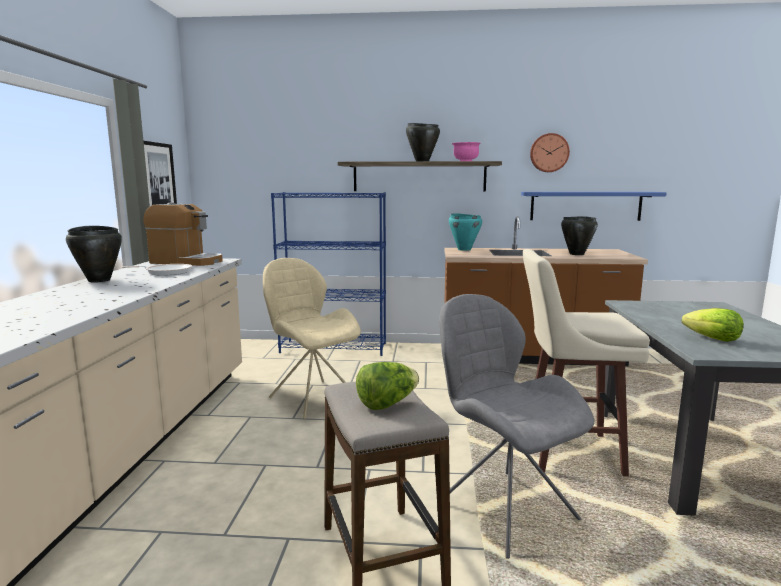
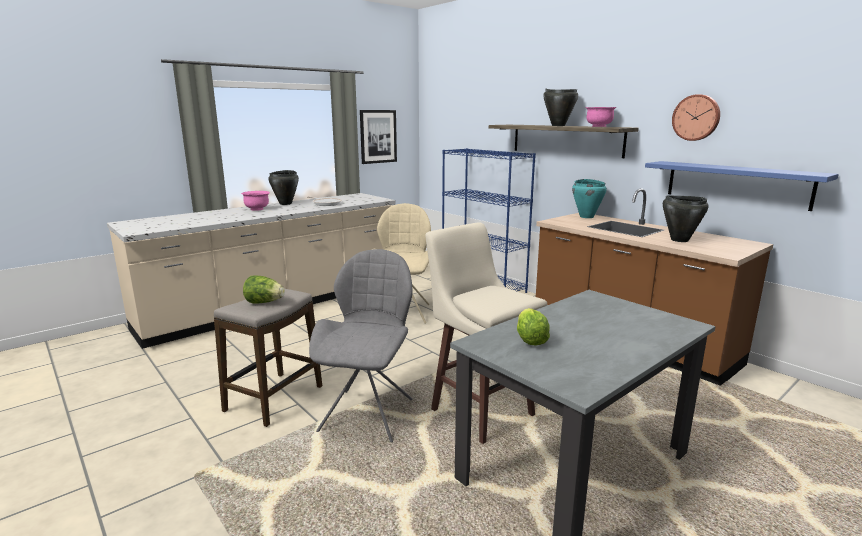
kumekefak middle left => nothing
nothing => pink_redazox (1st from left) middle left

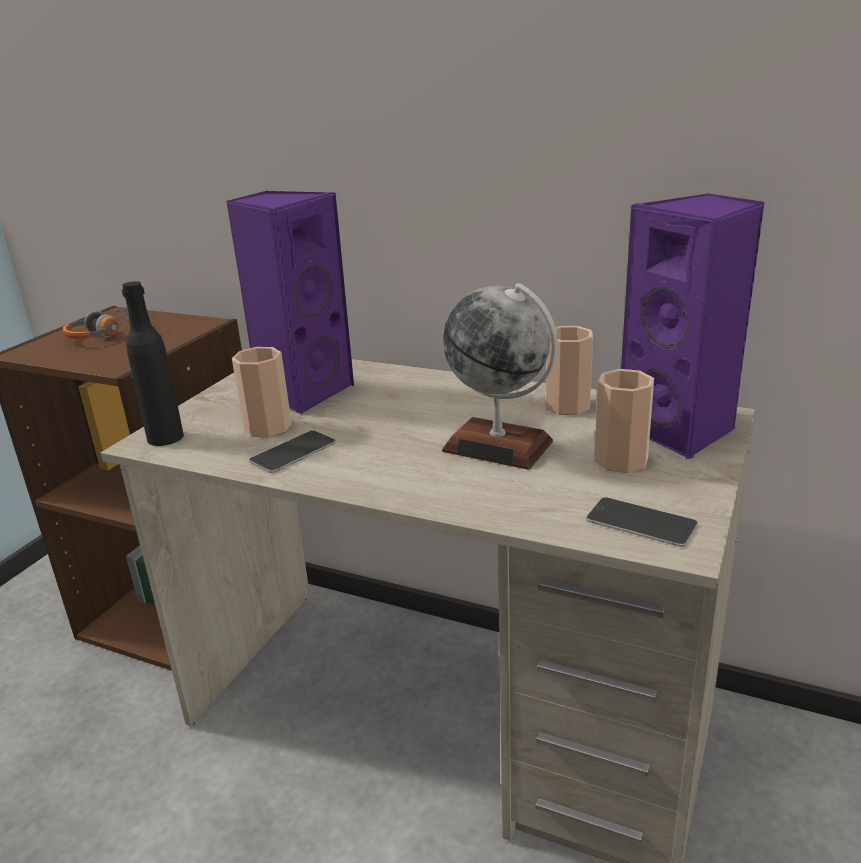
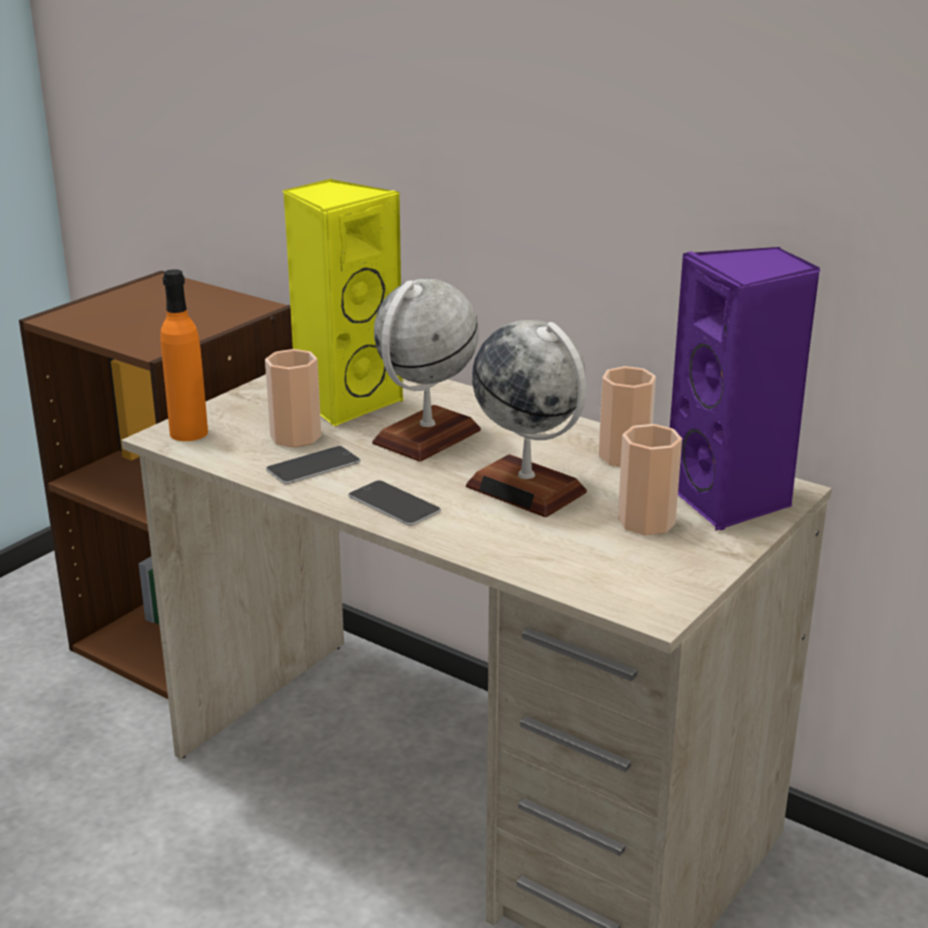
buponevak middle left => nothing
nothing => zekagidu (1st from left) centre
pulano (2nd from left) middle right => pulano (2nd from left) centre, move
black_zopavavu middle left => orange_zopavavu middle left
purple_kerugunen (1st from left) centre => yellow_kerugunen top centre

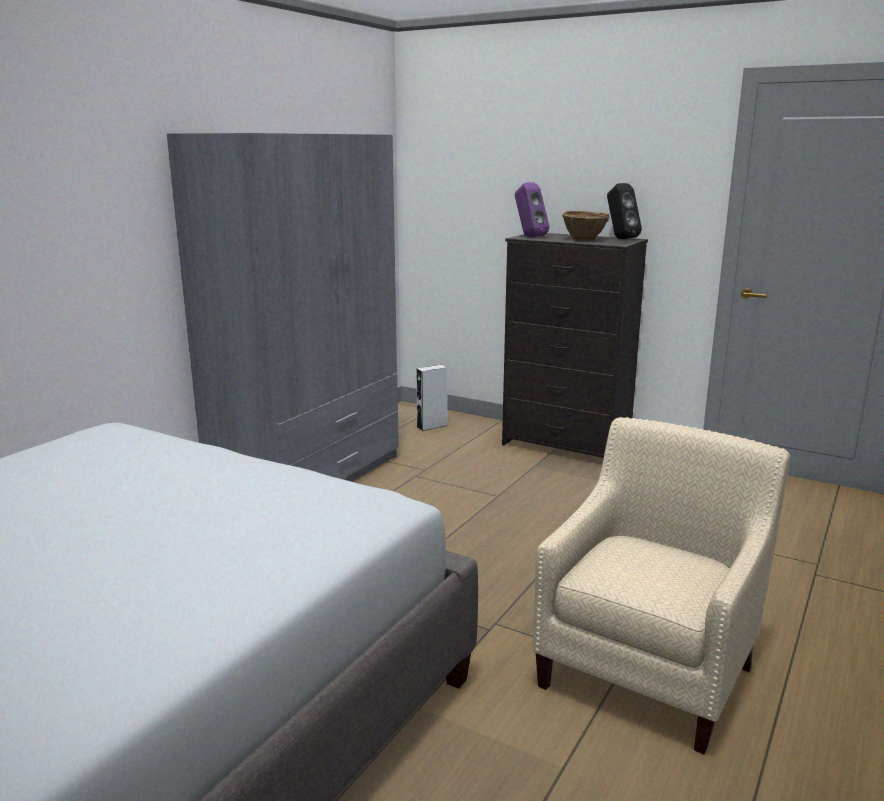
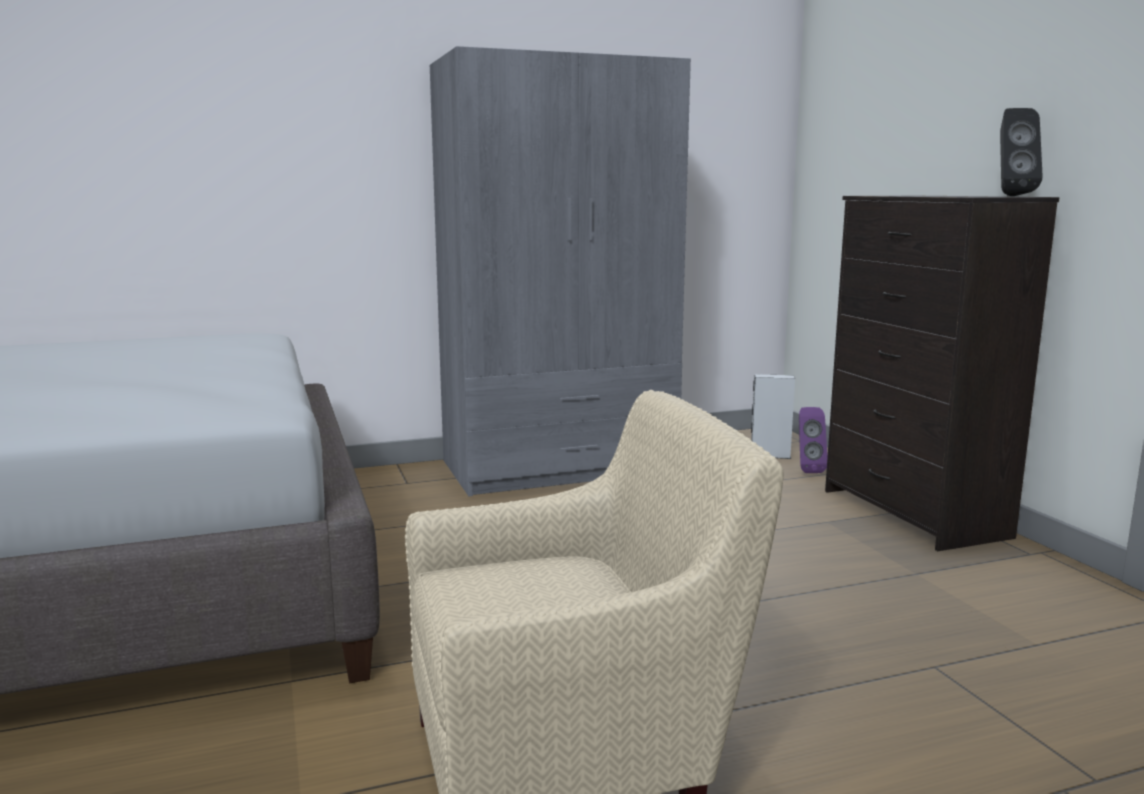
brown_redazox top centre => nothing
purple_kerugunen top centre => purple_kerugunen middle right, move

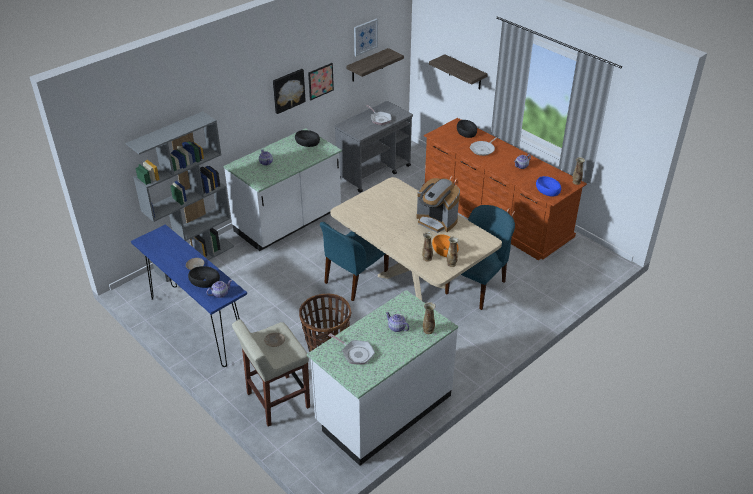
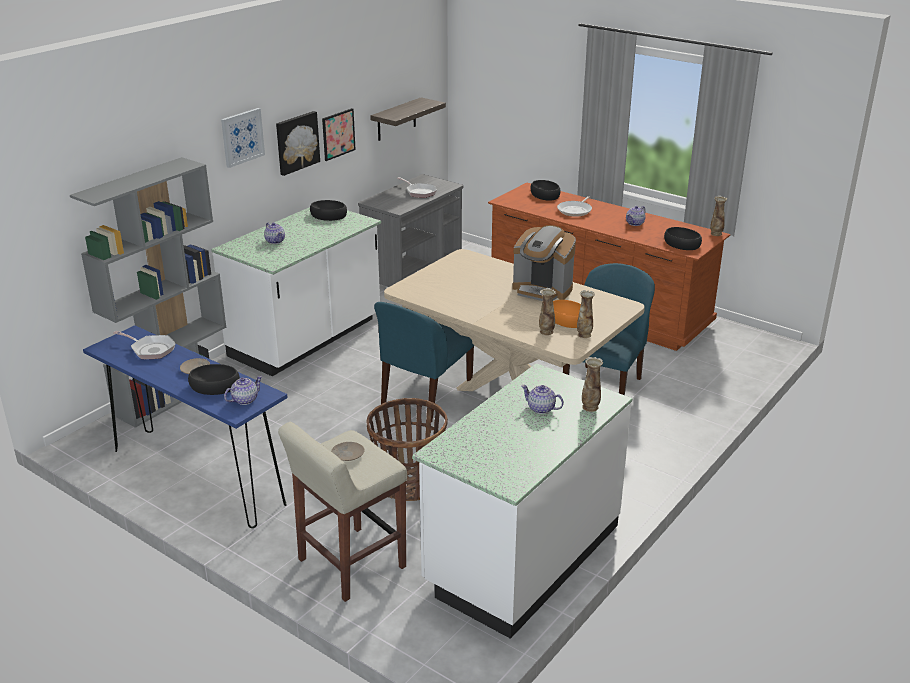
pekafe (2nd from left) top centre => nothing
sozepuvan (1st from left) bottom centre => sozepuvan (1st from left) middle left, move
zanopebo (3rd from left in the first image) top centre => zanopebo (1st from left) top left, move
blue_redazox middle right => black_redazox (4th from left) middle right

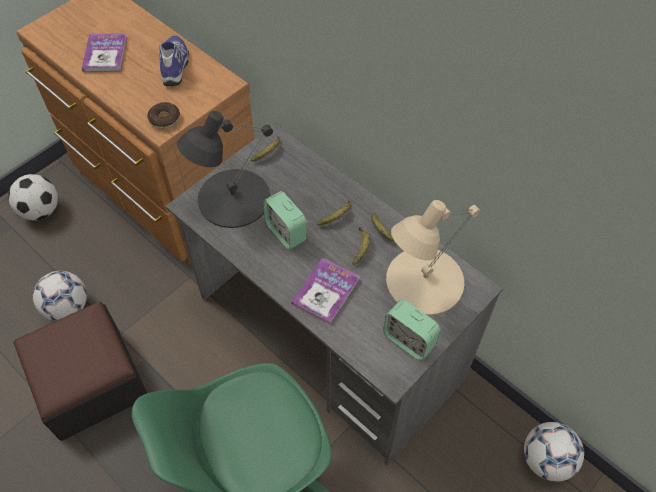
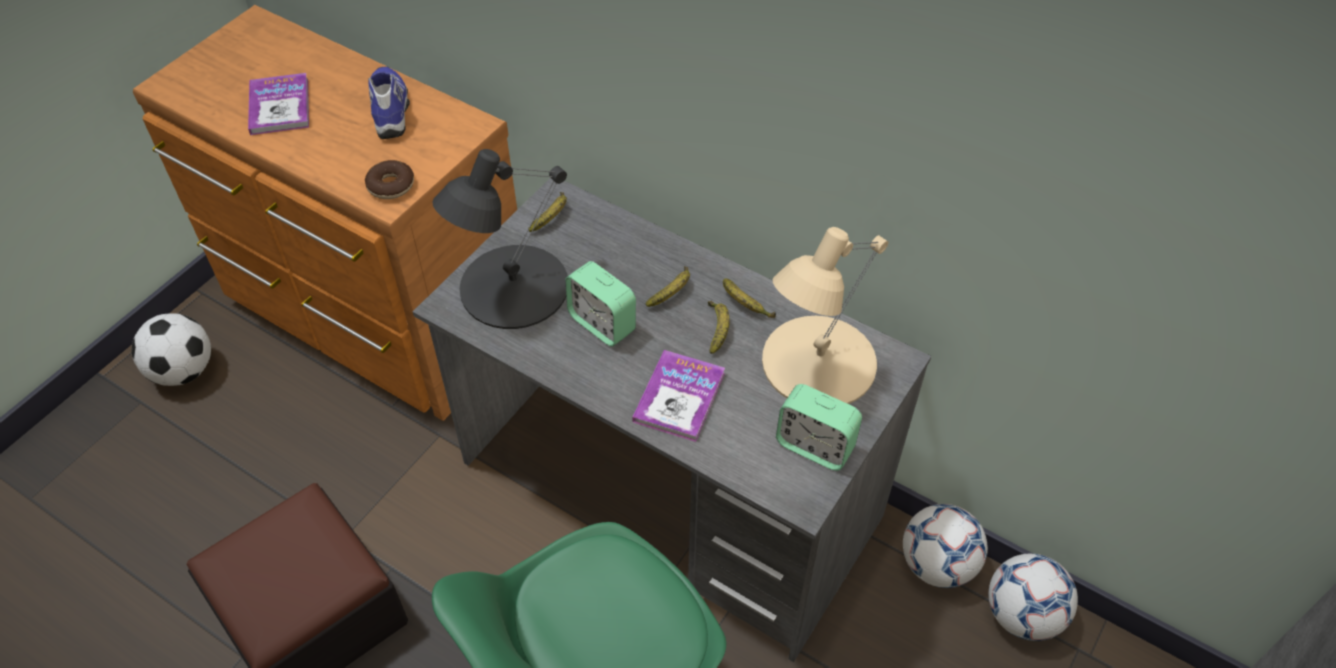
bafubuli (2nd from left) middle left => bafubuli (2nd from left) bottom right, move

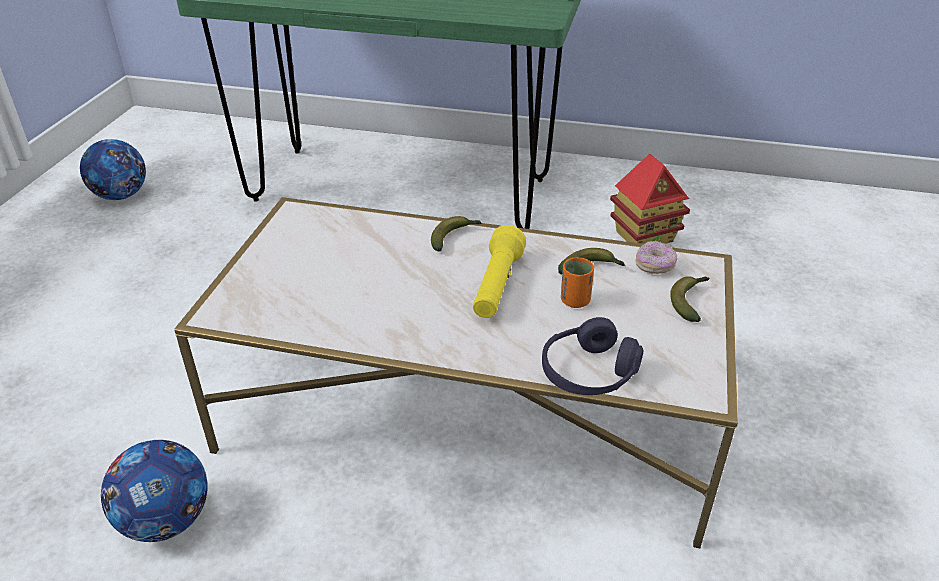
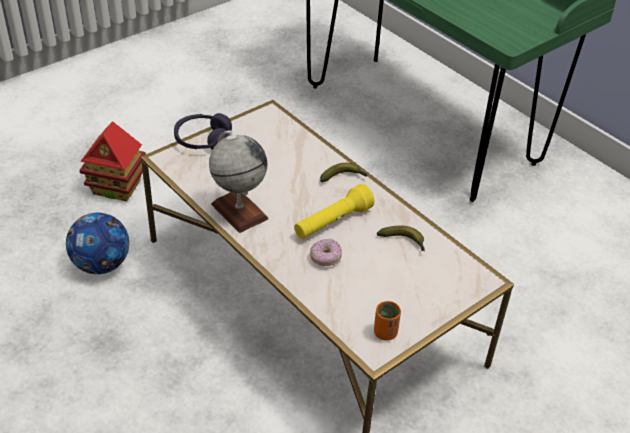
bafubuli (1st from left) top left => nothing
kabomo (3rd from left) middle right => nothing
nothing => zekagidu centre
purple_buponevak centre => purple_buponevak top left, move
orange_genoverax centre => orange_genoverax bottom centre, move
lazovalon middle right => lazovalon middle left, move
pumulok middle right => pumulok centre, move

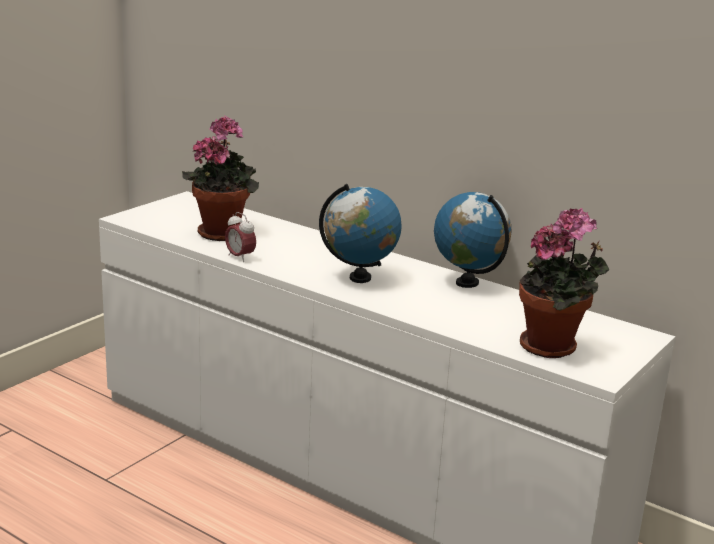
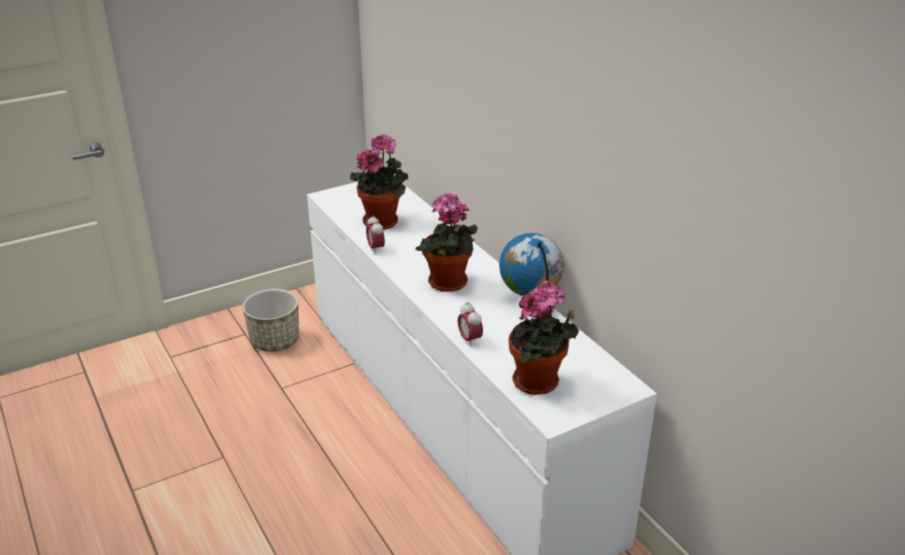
nothing => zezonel middle left
nothing => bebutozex (2nd from left) centre
zekagidu (1st from left) centre => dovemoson (2nd from left) centre

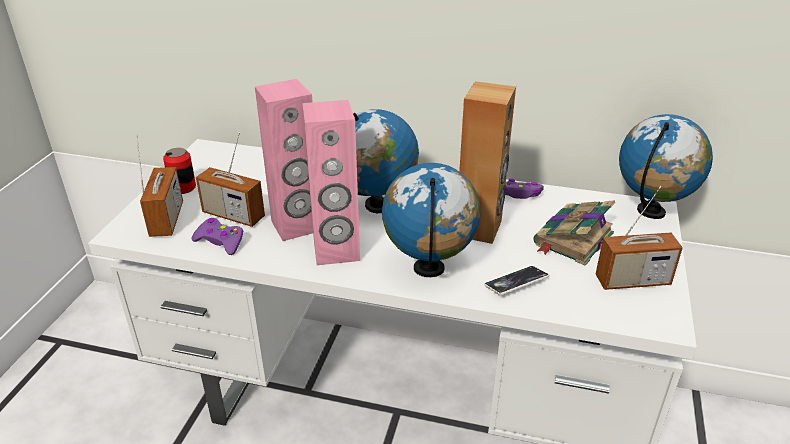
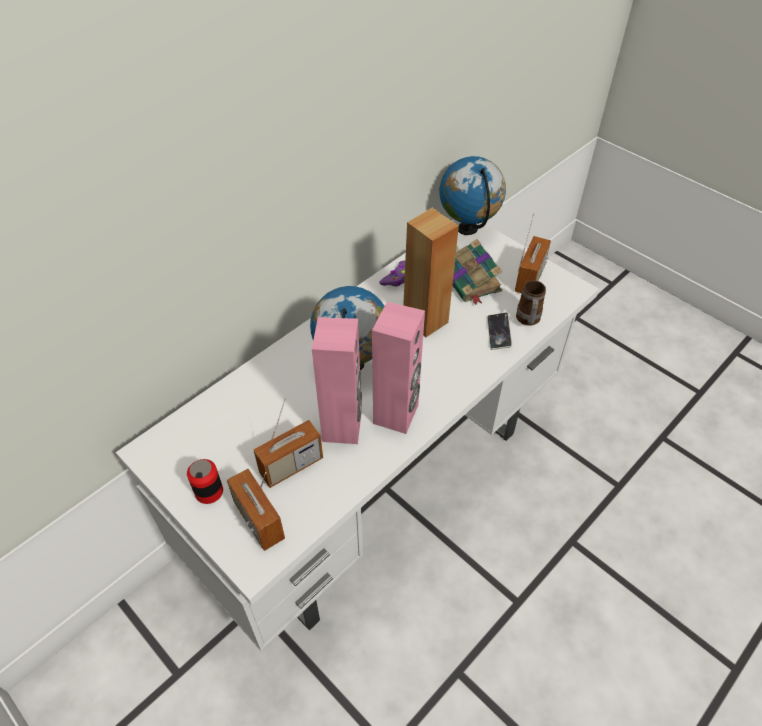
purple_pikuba (1st from left) middle left => nothing
zekagidu (2nd from left) centre => nothing
nothing => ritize middle right
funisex (1st from left) middle left => funisex (1st from left) bottom centre, 150 degrees counterclockwise

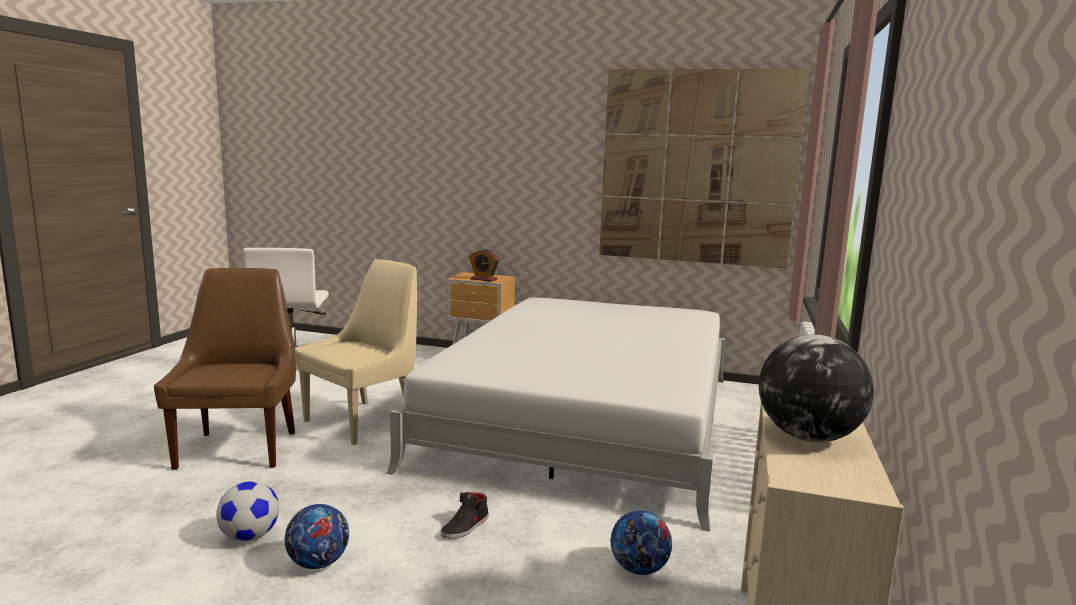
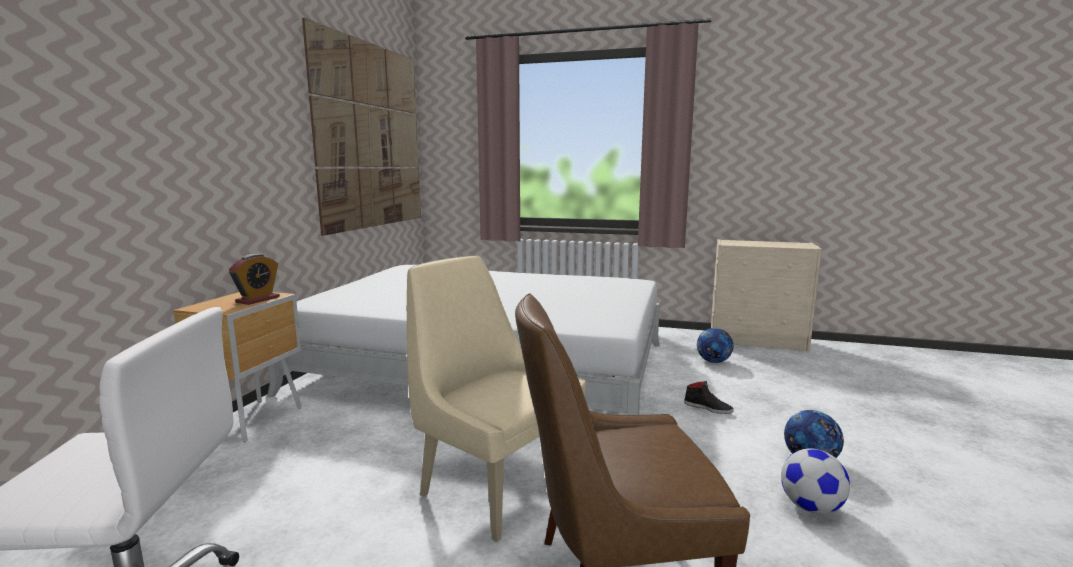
zekagidu middle right => nothing

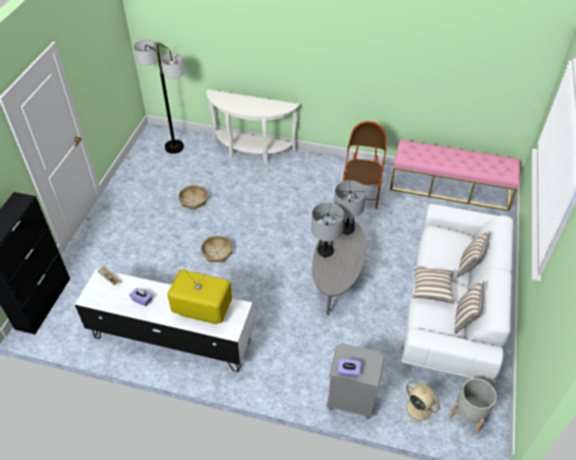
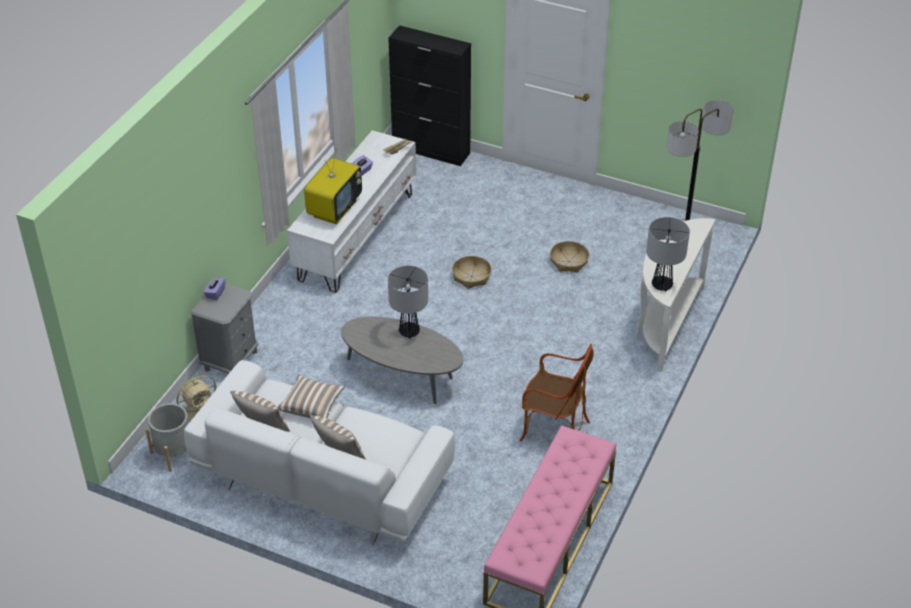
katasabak (2nd from left) centre => katasabak (2nd from left) middle right, move

